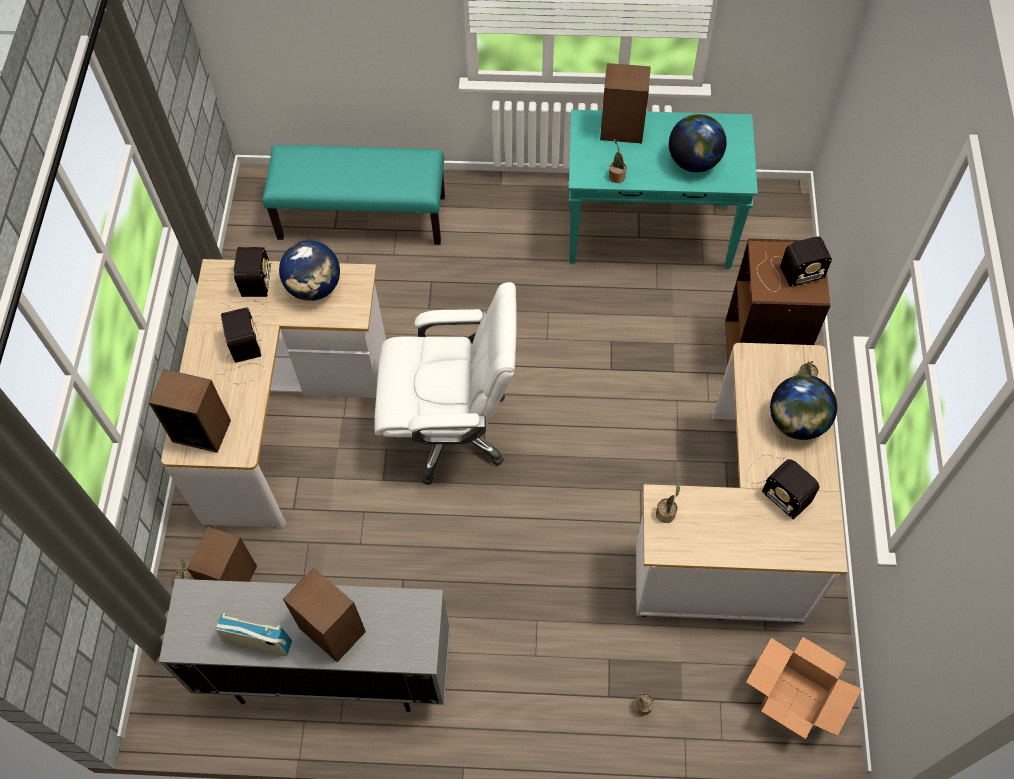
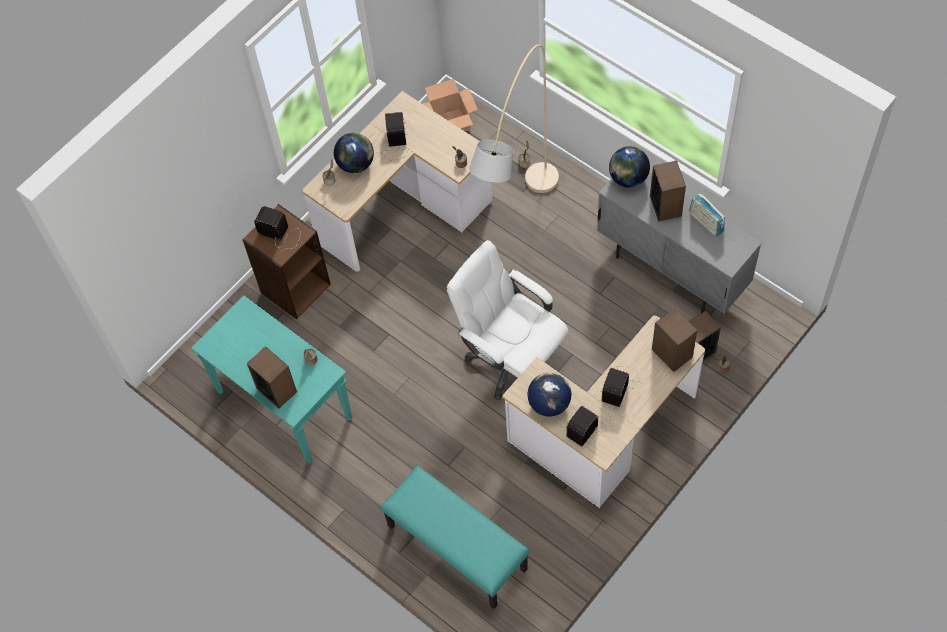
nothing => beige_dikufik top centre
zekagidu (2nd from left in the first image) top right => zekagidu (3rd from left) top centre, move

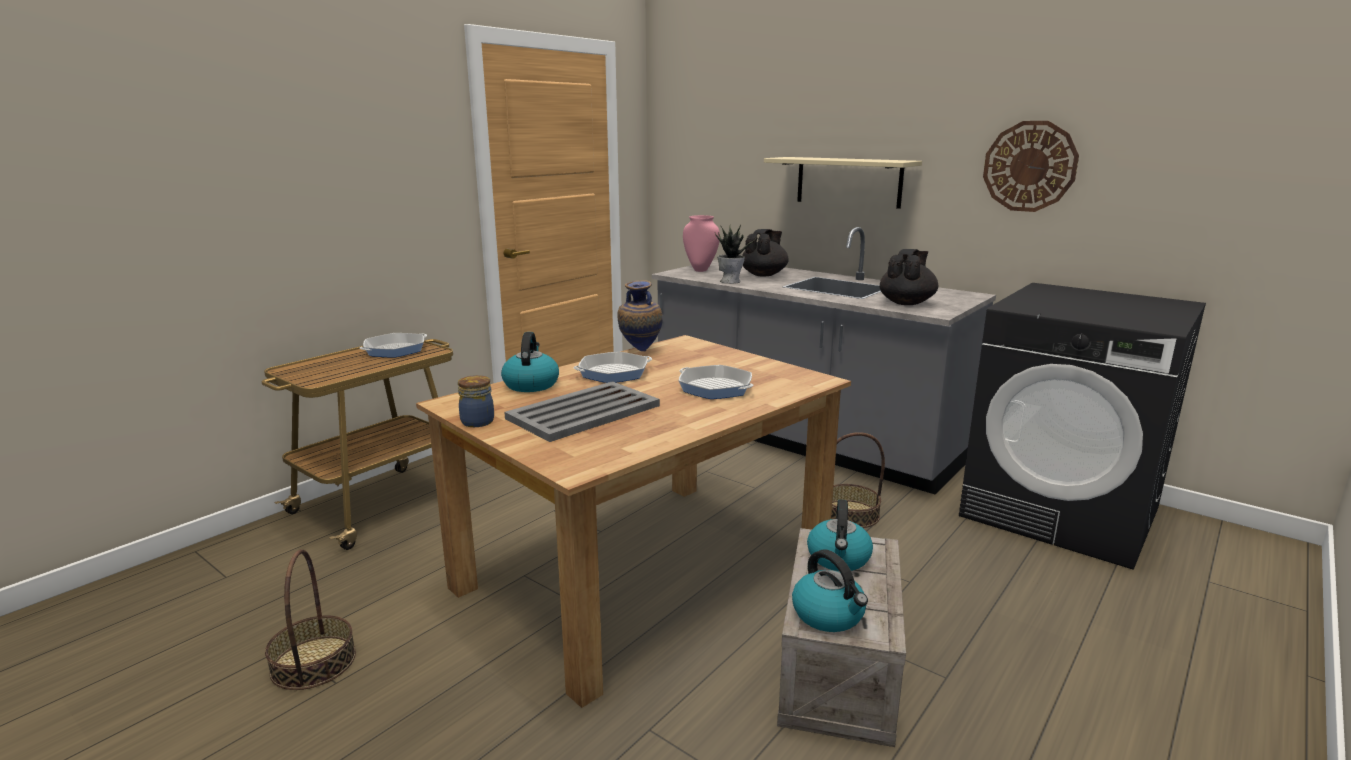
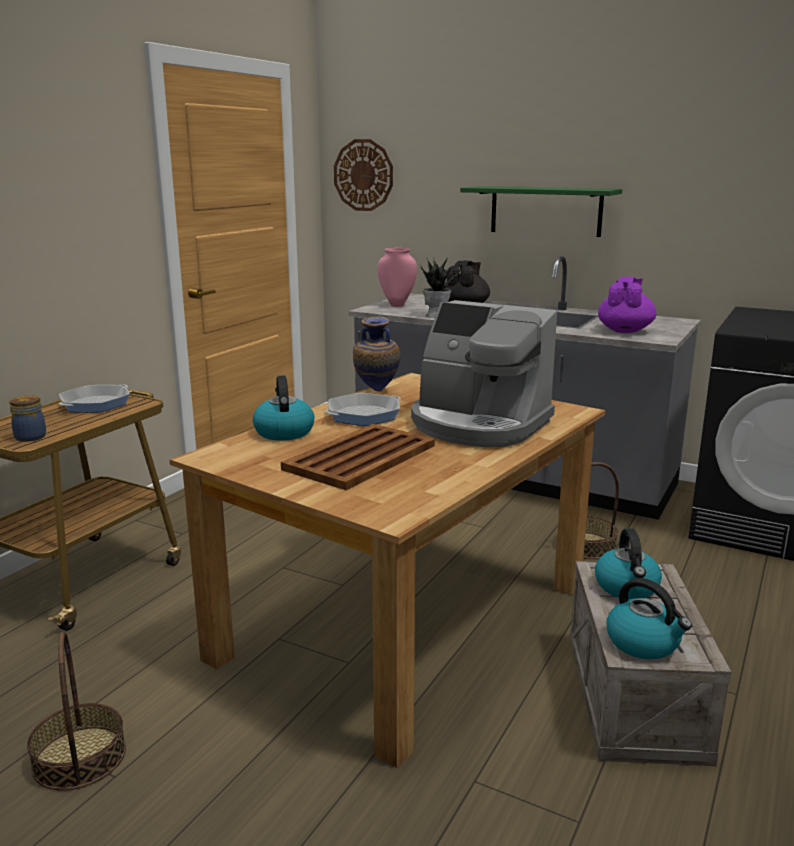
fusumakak centre => fusumakak middle left, move
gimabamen top right => gimabamen top centre, move
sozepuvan (3rd from left) centre => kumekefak centre
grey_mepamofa centre => brown_mepamofa centre
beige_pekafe top centre => green_pekafe top right
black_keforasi (2nd from left) middle right => purple_keforasi middle right

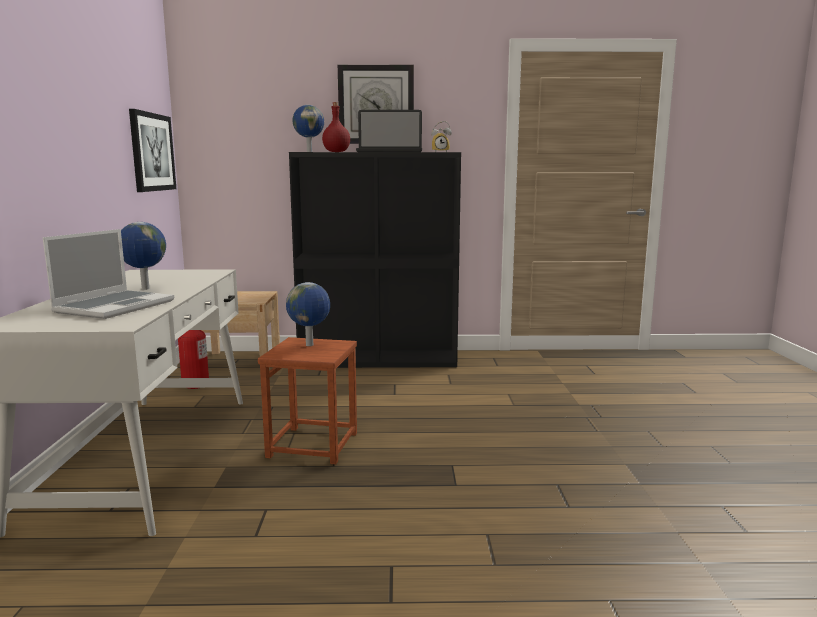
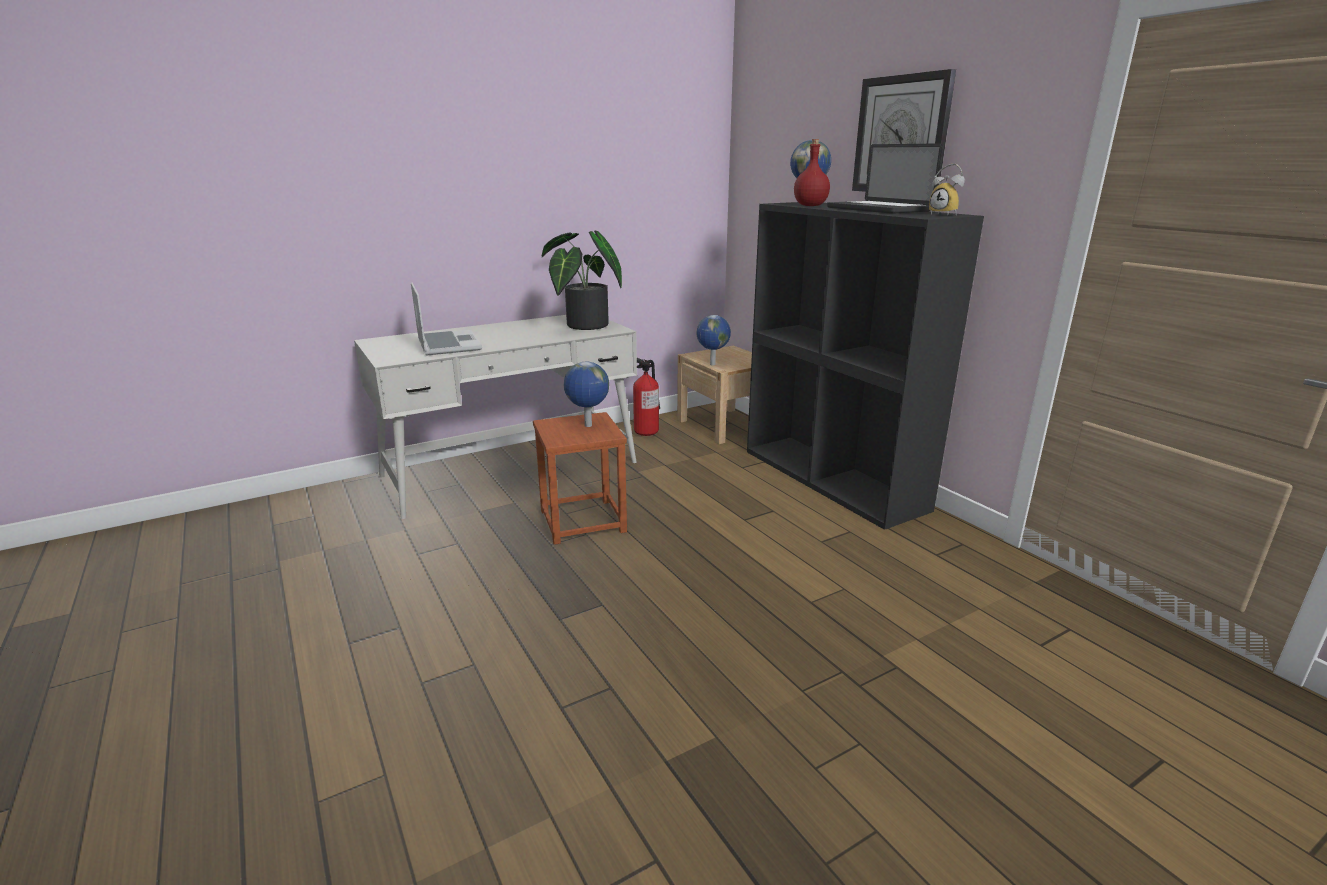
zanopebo top left => nothing
nothing => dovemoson top centre
zekagidu (1st from left in the first image) middle left => zekagidu (2nd from left) centre, move
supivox (1st from left) middle left => supivox (1st from left) centre, 105 degrees counterclockwise

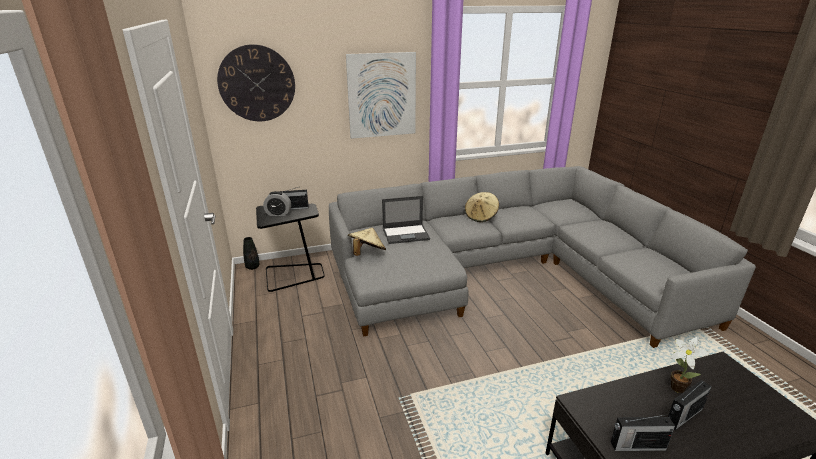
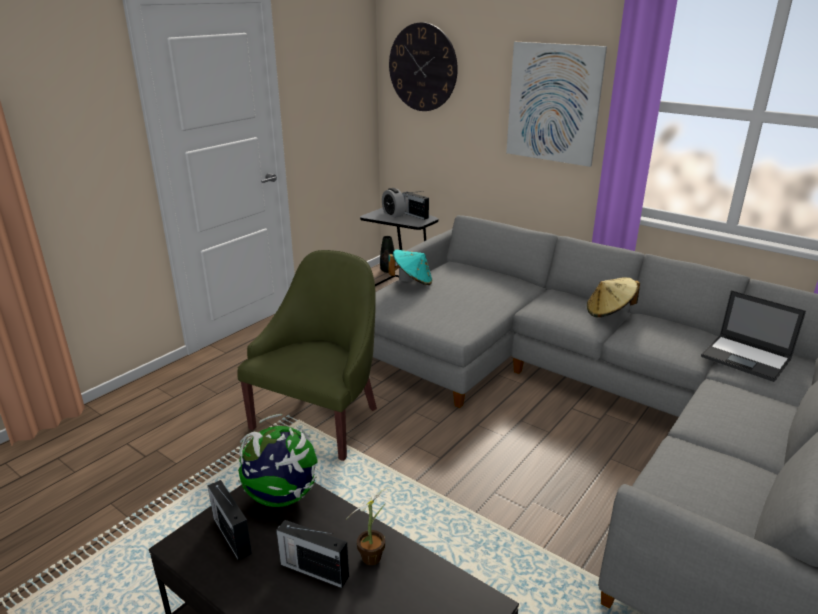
nothing => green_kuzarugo centre
nothing => zekagidu bottom centre
supivox centre => supivox middle right, move
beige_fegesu (1st from left) centre => turquoise_fegesu centre

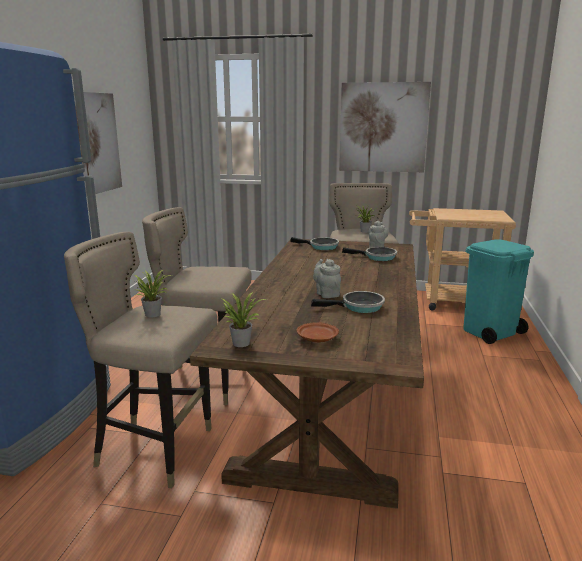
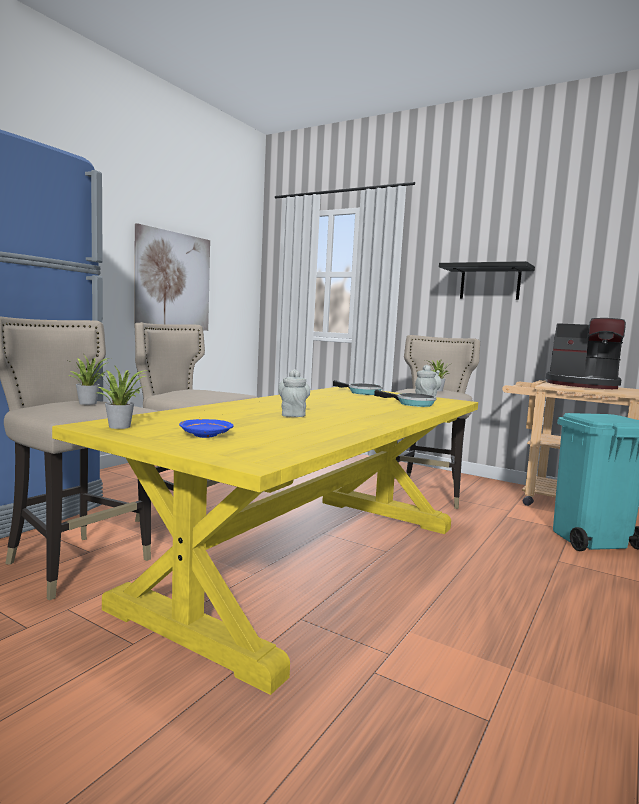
sozepuvan (2nd from left) centre => nothing
nothing => kumekefak middle right
zanopebo (2nd from left) top centre => black_pekafe middle right
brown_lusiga bottom centre => yellow_lusiga bottom centre
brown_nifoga centre => blue_nifoga middle left

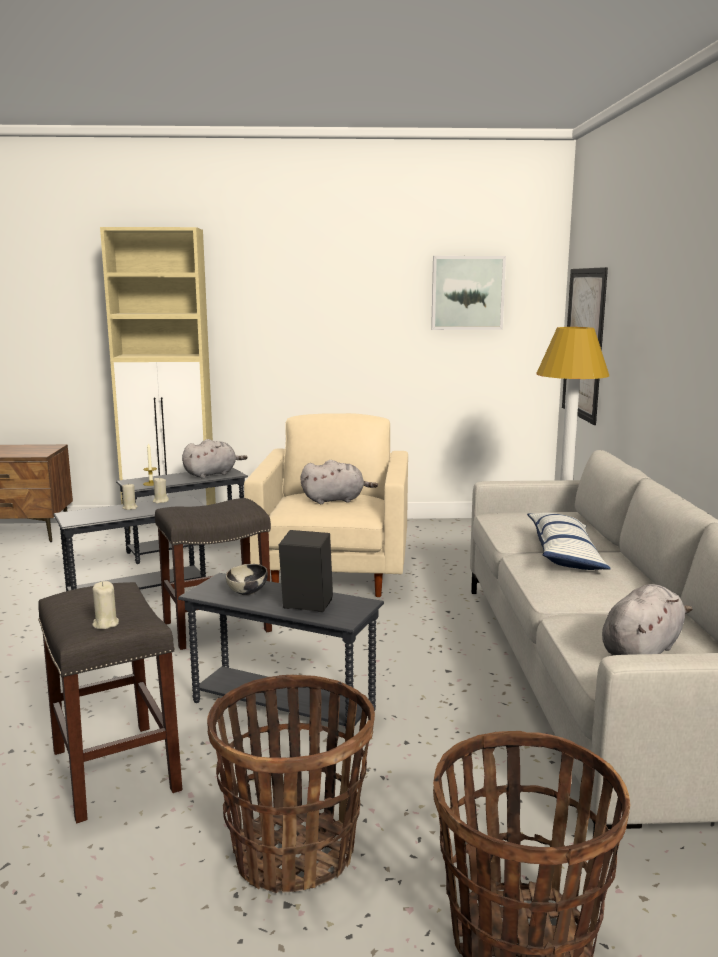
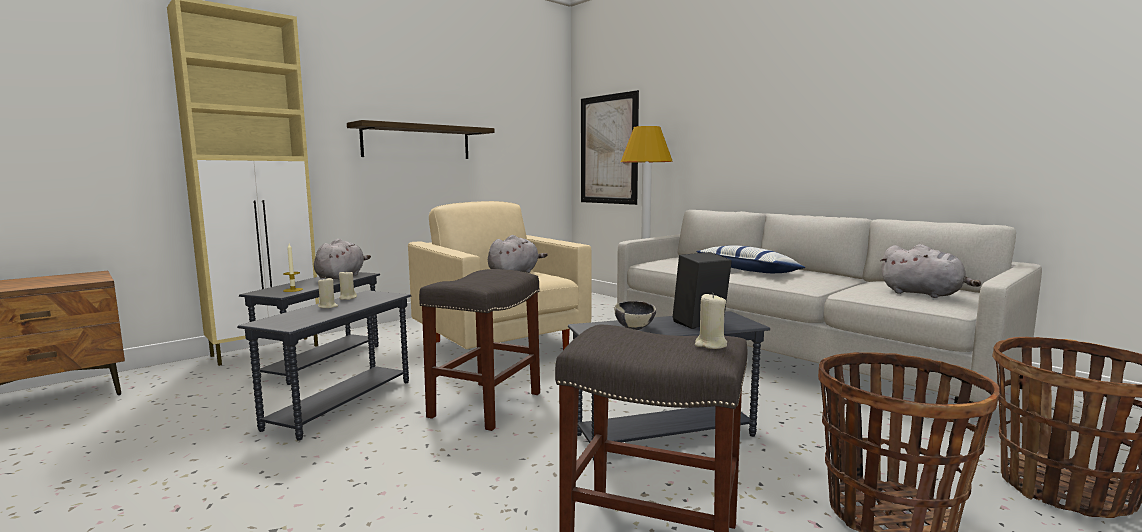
zanopebo (1st from left) top centre => nothing
nothing => pekafe top centre
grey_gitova (3rd from left) middle right, 135 degrees clockwise

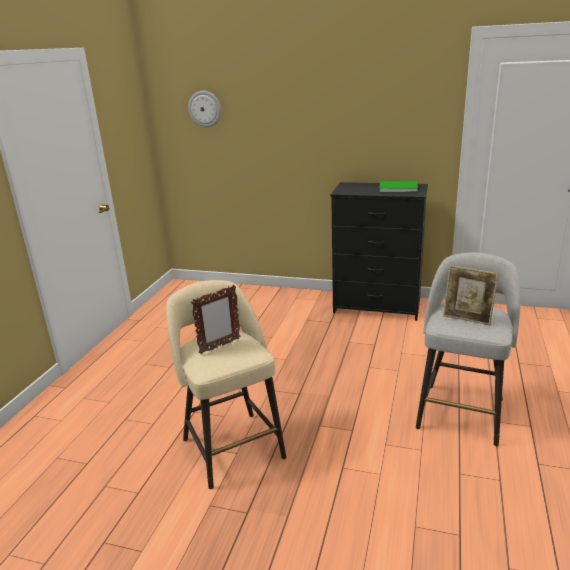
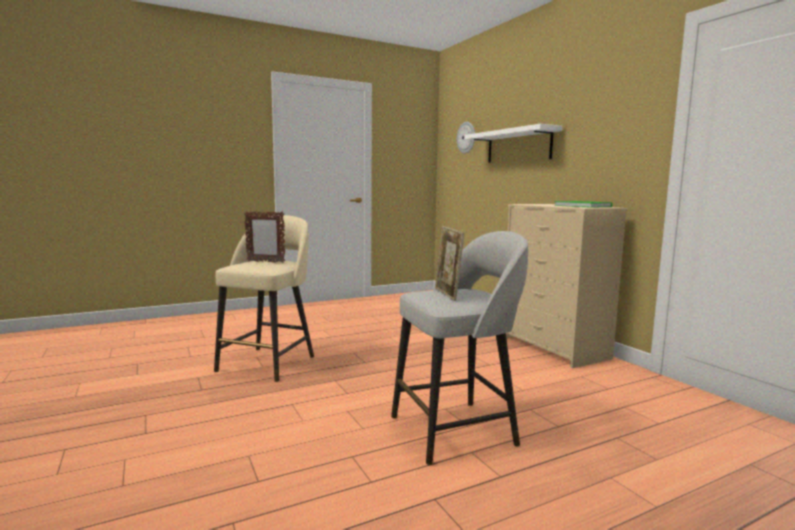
nothing => white_pekafe top centre
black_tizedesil centre => beige_tizedesil middle right

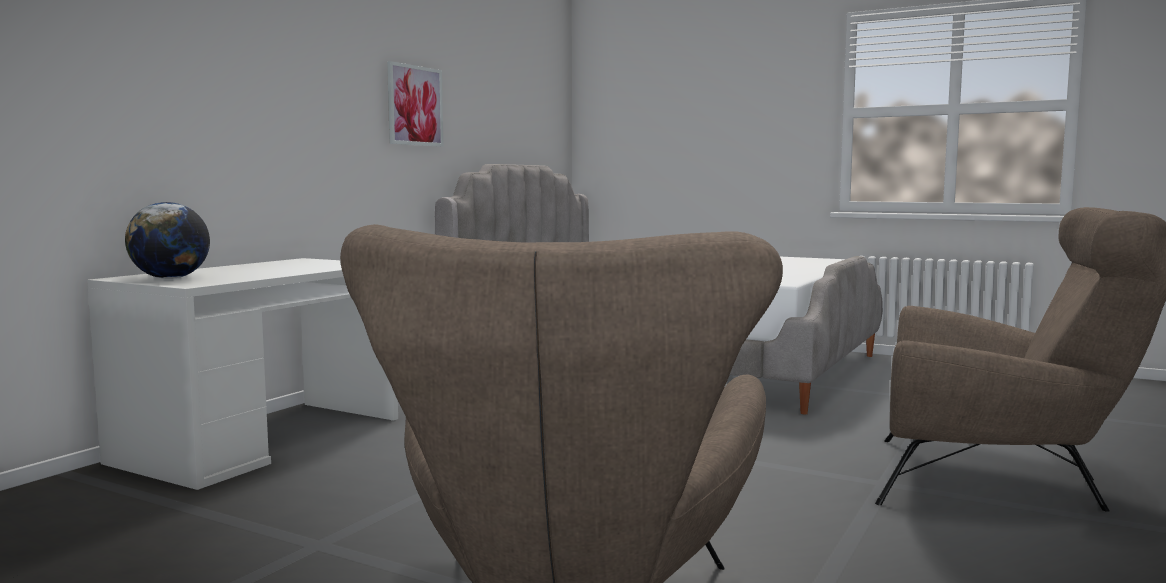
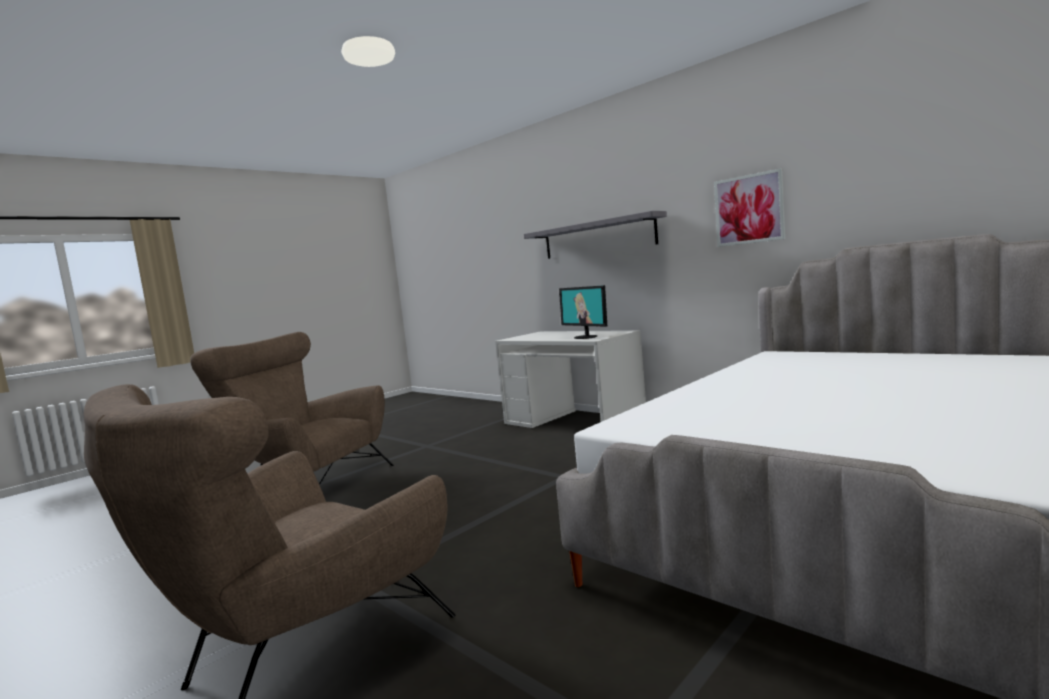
zekagidu middle left => nothing
nothing => grey_pekafe centre
nothing => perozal centre

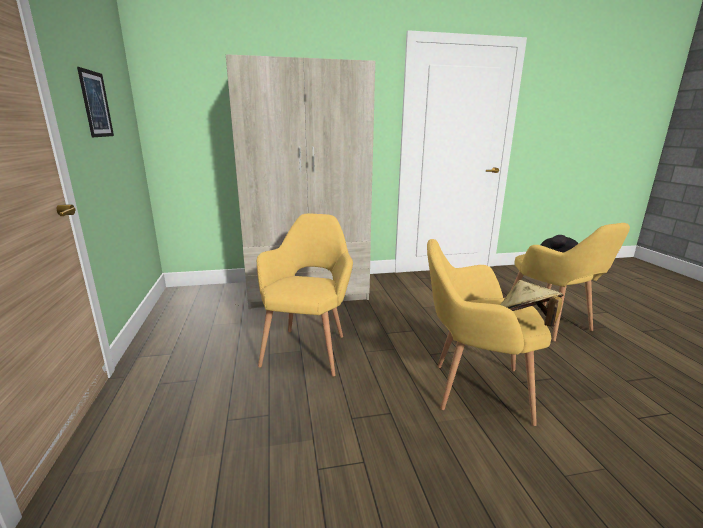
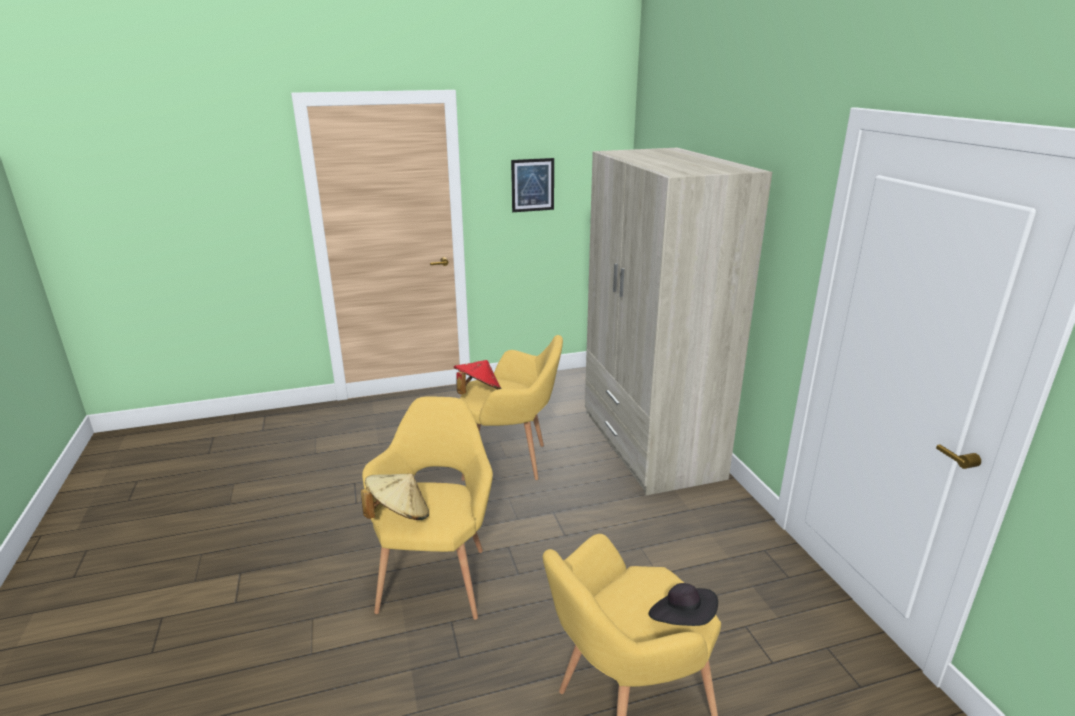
nothing => red_fegesu centre

